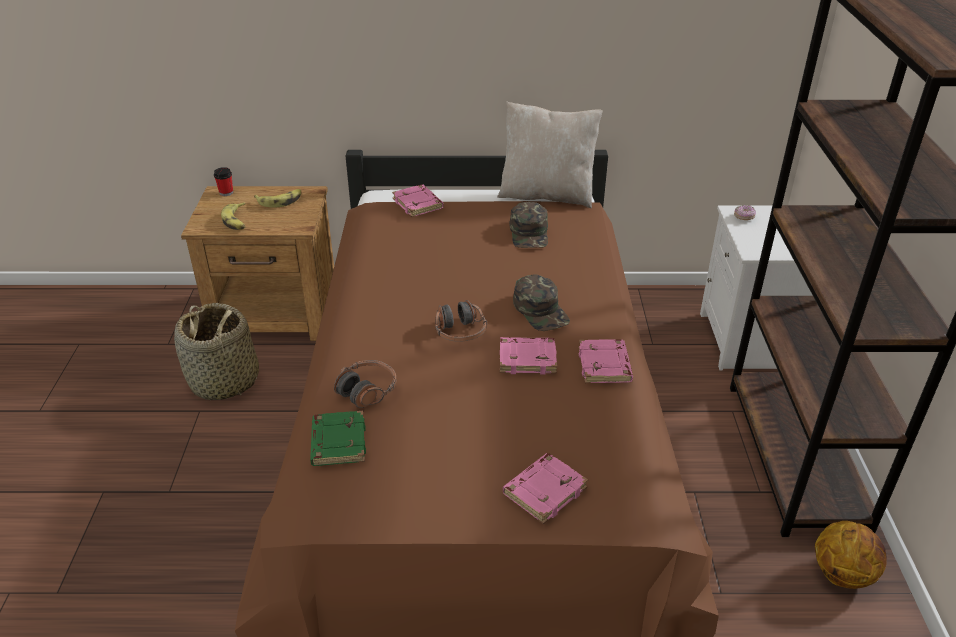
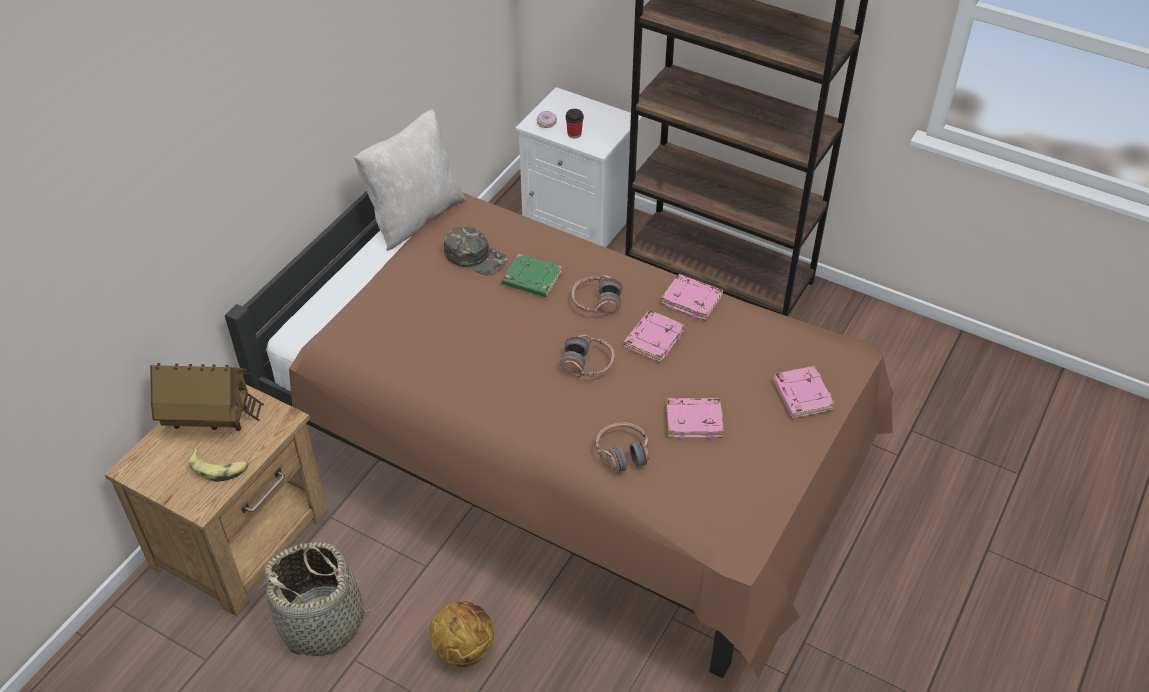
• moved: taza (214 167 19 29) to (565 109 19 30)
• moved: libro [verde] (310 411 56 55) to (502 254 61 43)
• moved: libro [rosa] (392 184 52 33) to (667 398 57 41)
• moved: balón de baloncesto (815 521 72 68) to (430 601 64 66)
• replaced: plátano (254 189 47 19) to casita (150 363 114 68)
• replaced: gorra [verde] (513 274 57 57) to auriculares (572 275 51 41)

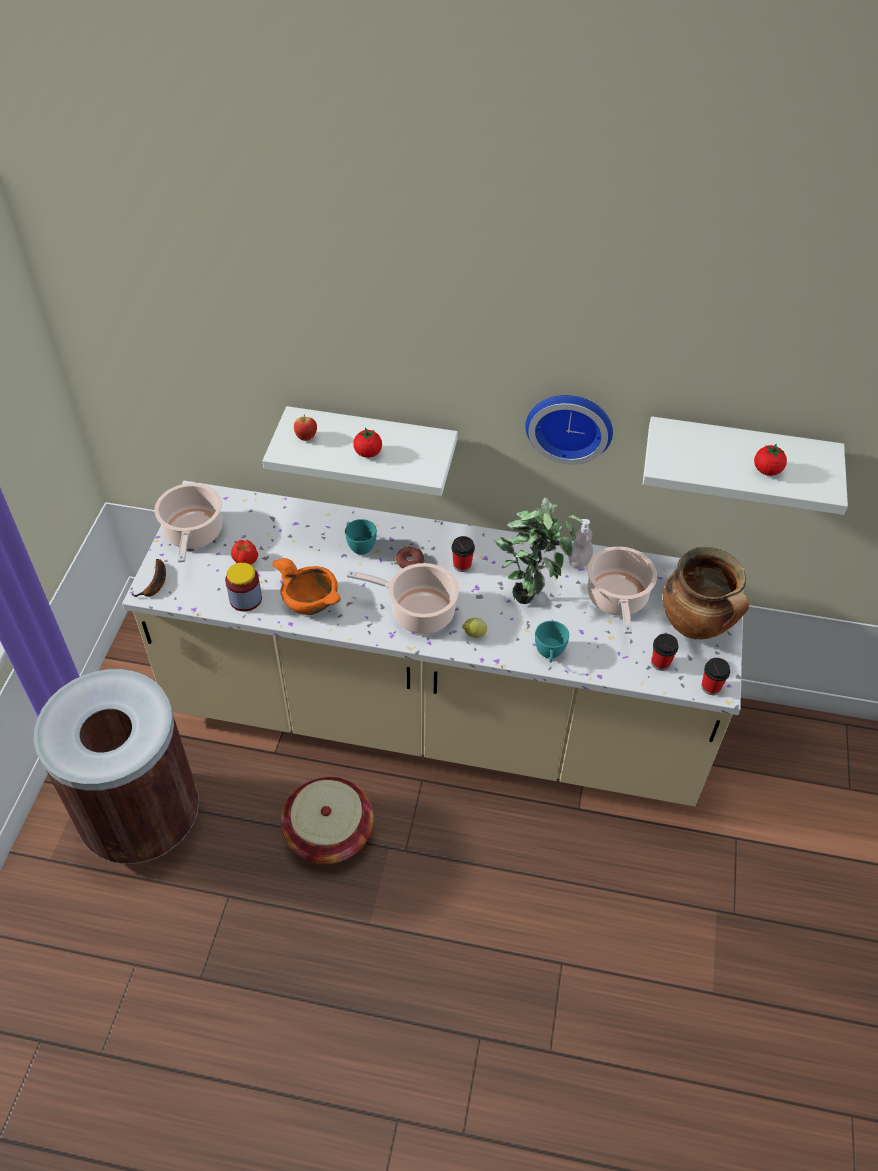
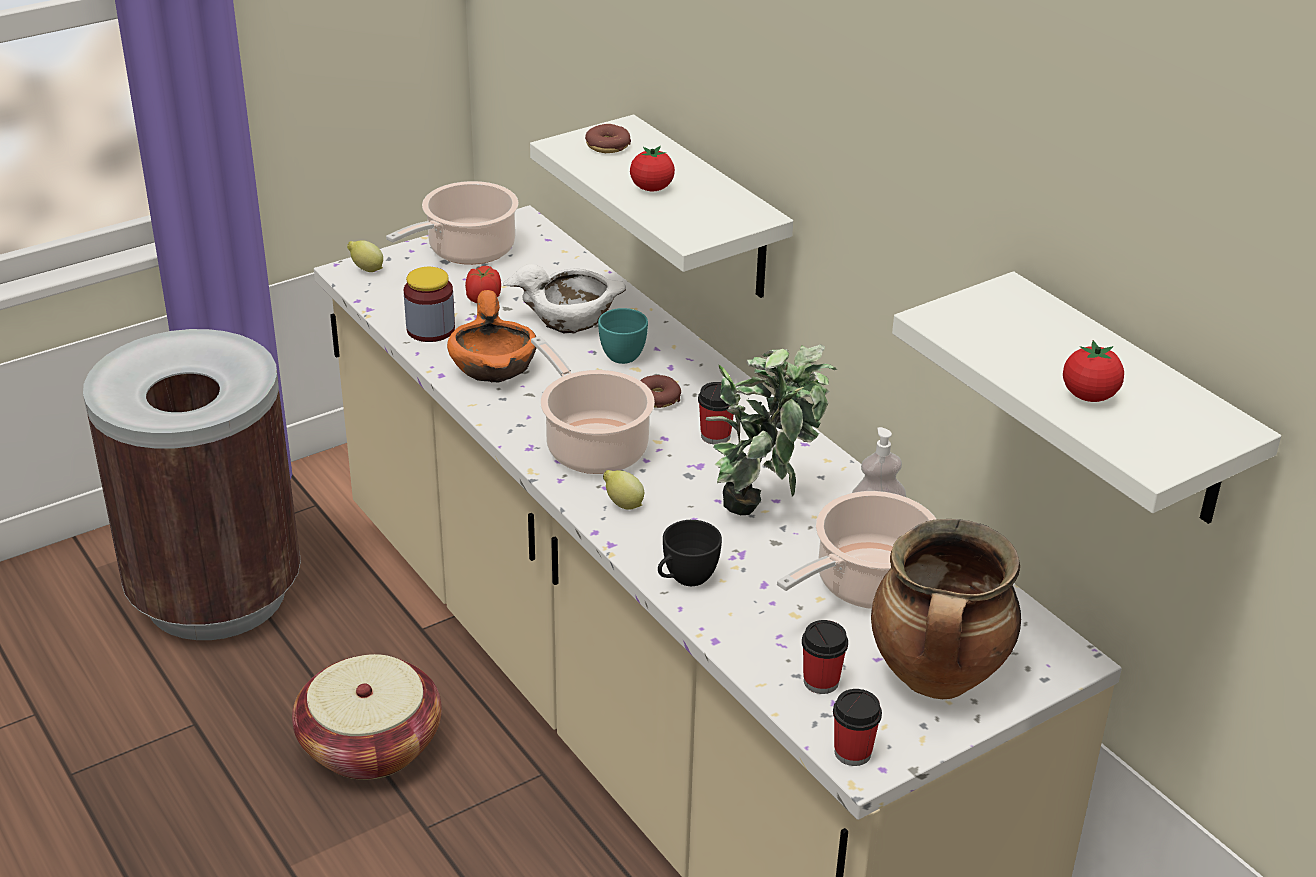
• removed: reloj de pared (525 395 88 70)
• added: cuenco [blanco] (503 264 123 69)
• replaced: plátano (131 559 35 38) to limón (347 240 36 32)
• replaced: manzana (294 415 23 26) to rosquilla (585 124 46 29)
• recoloured: taza [turquesa] (535 621 34 41) to taza [negro] (658 520 64 66)

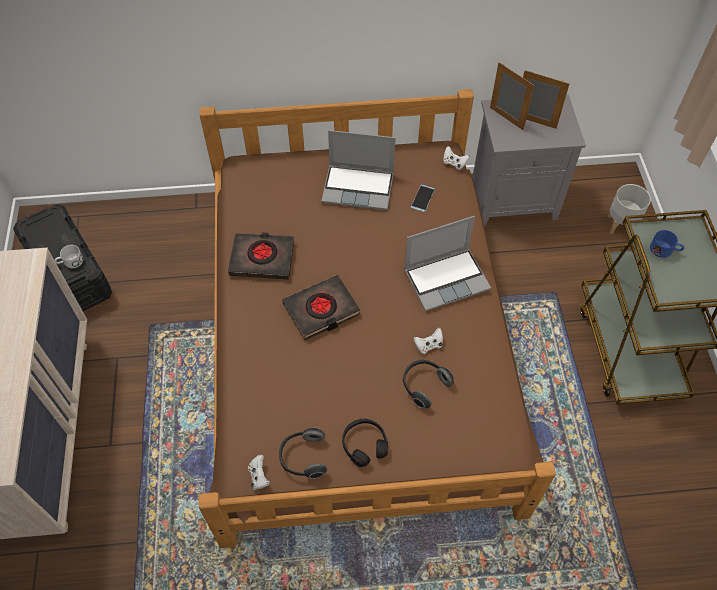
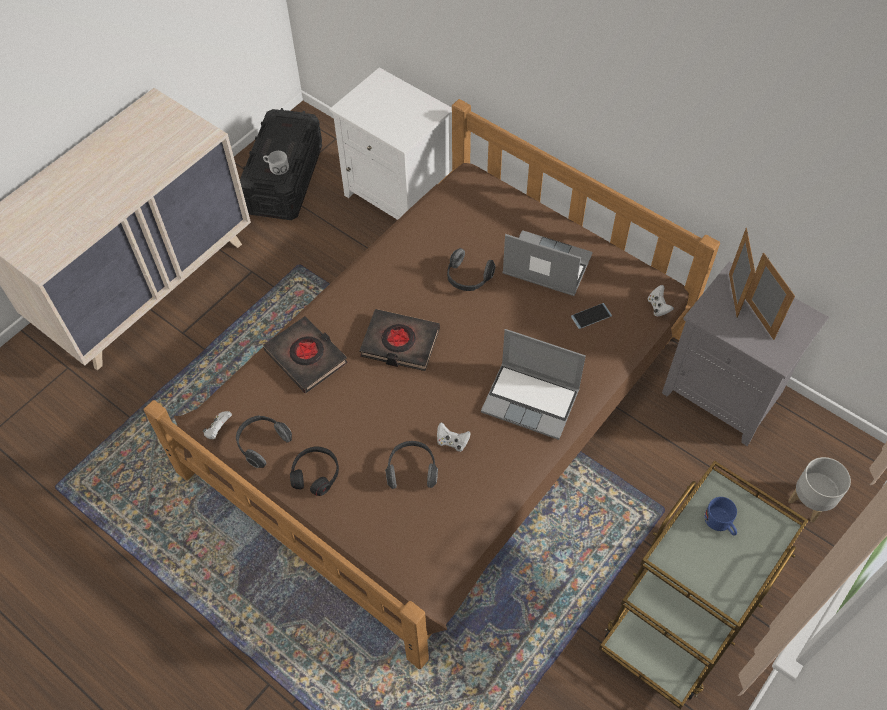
• added: mesita de noche [blanco] (329 67 123 153)
• added: auriculares (447 248 49 43)
• moved: libro [negro] (228 232 66 47) to (263 316 85 77)
• turned: portátil (321 130 75 80) = (502 230 91 66) 150 degrees clockwise

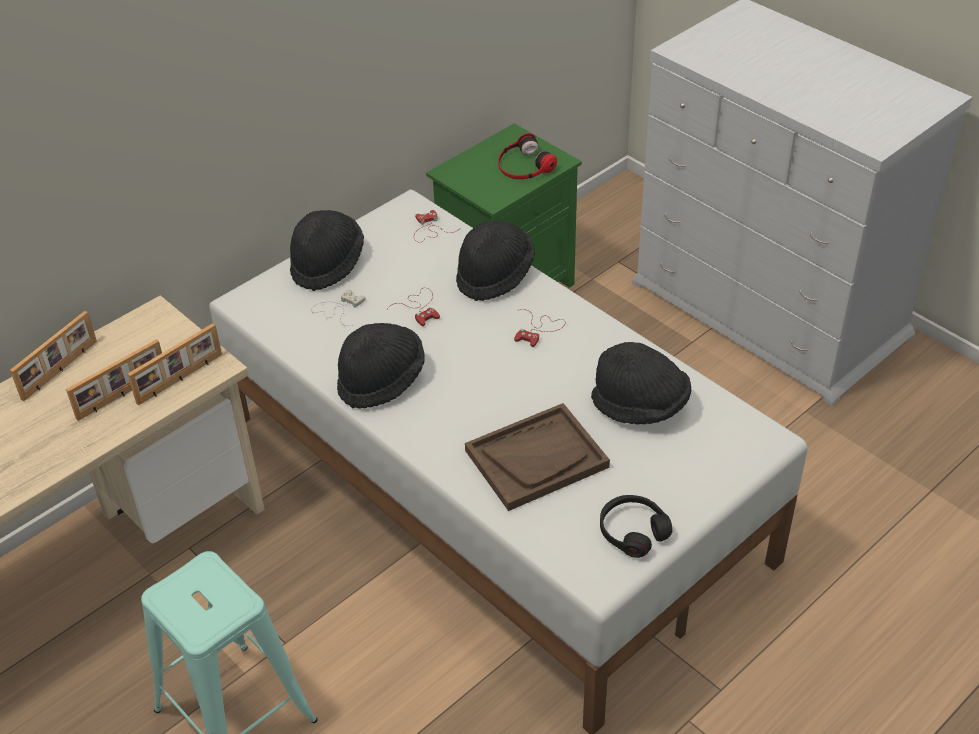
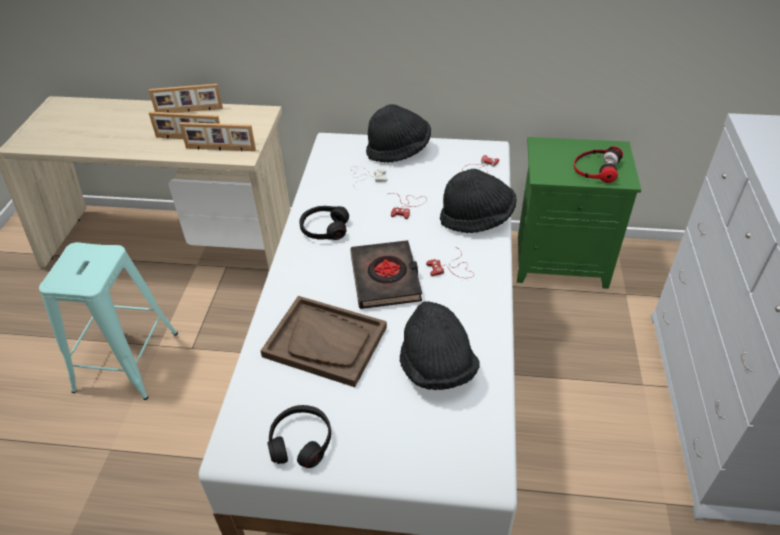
• added: libro [negro] (350 240 72 69)
• replaced: sombrero [negro] (337 323 88 86) to auriculares [negro] (299 206 50 34)

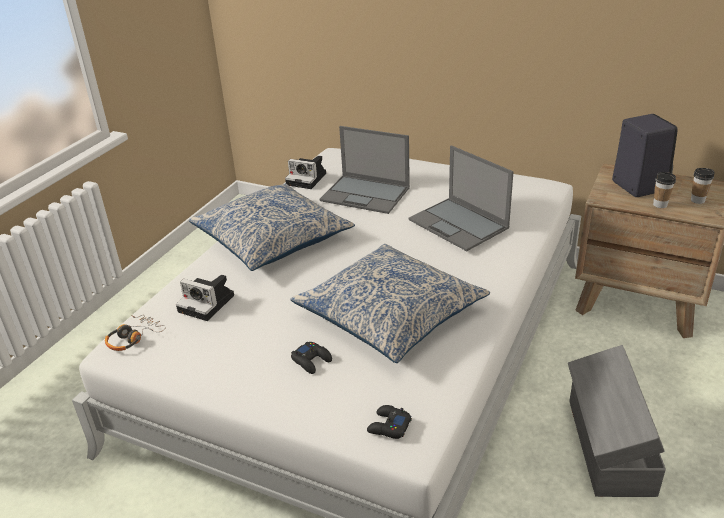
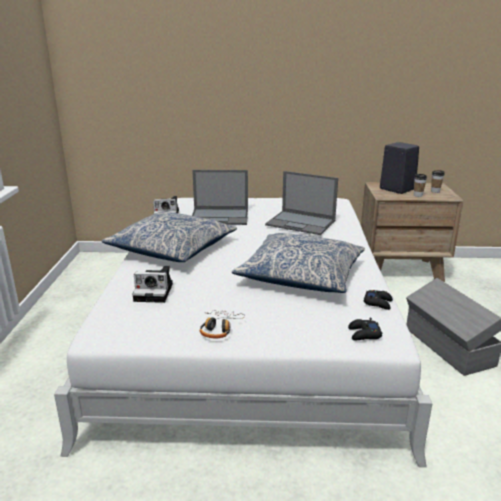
• moved: auriculares (105 315 61 36) to (200 310 45 28)
• moved: mando de consola [negro] (291 341 41 33) to (363 290 30 20)

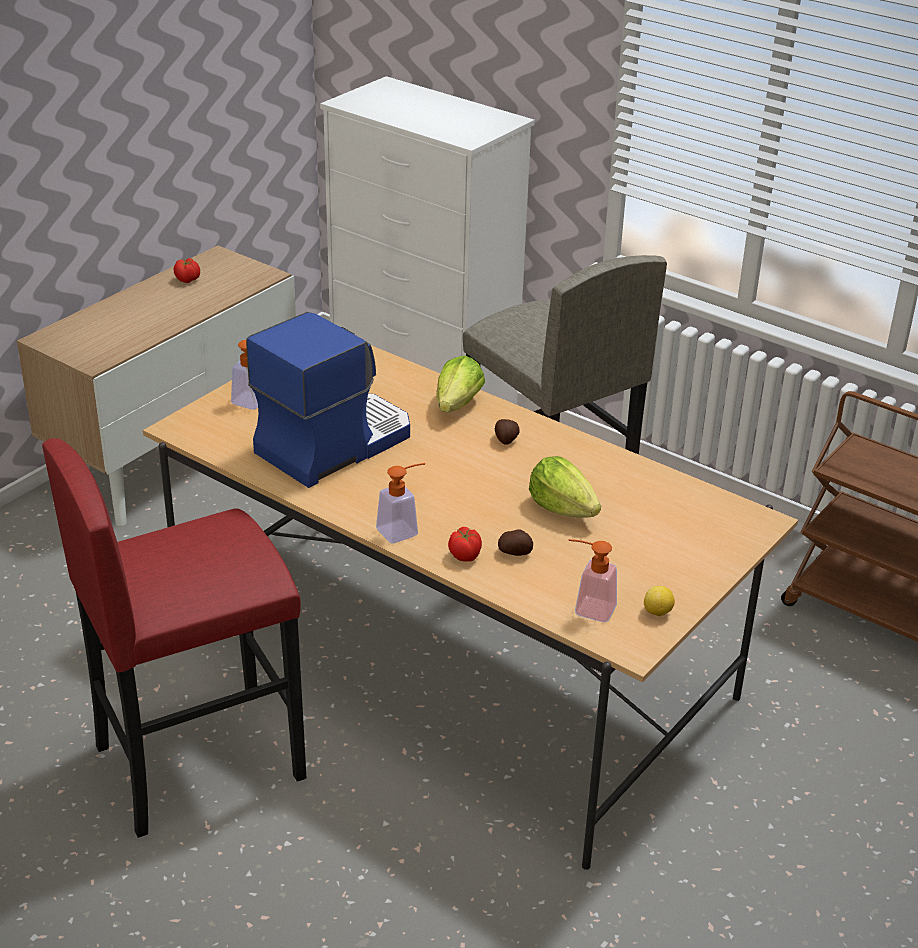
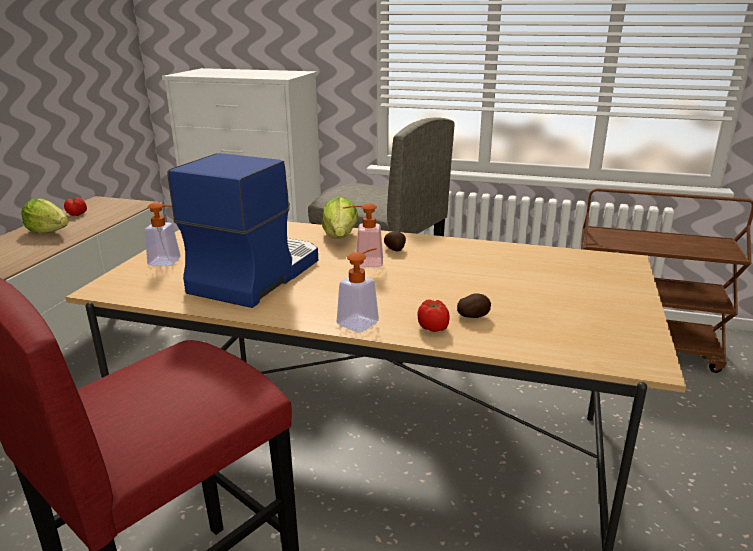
• removed: limón (644 586 31 30)
• moved: lechuga (529 456 72 62) to (21 198 47 36)
• moved: dispensador de jabón (568 539 49 83) to (343 203 40 64)

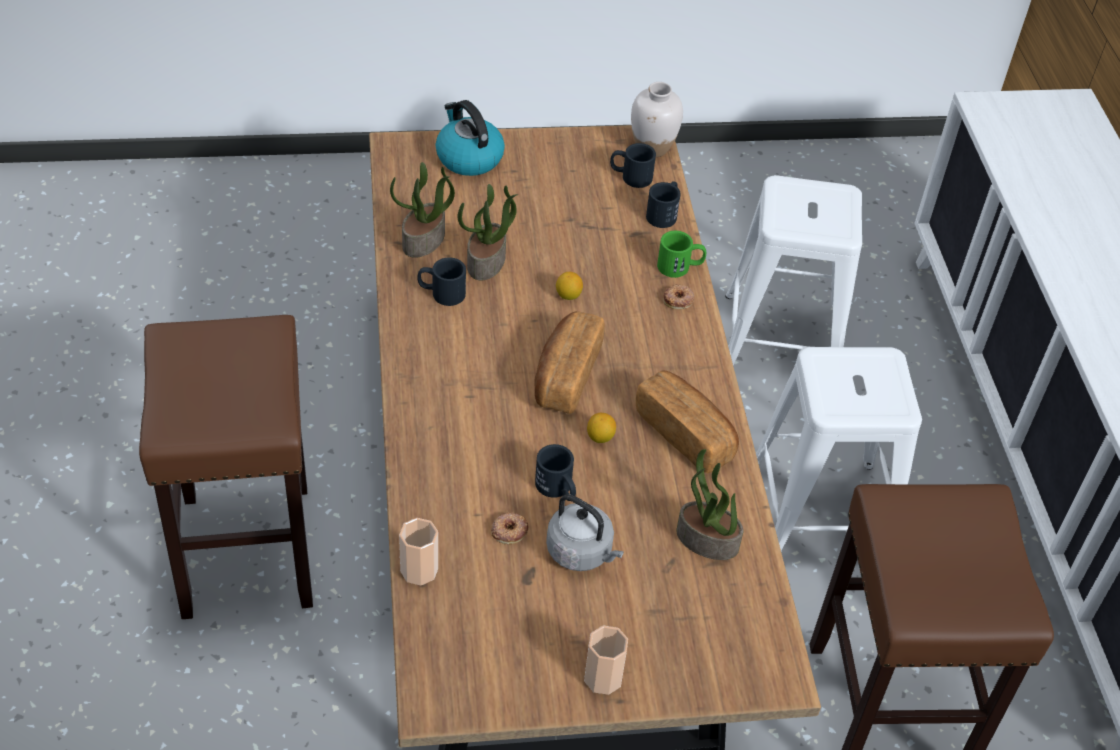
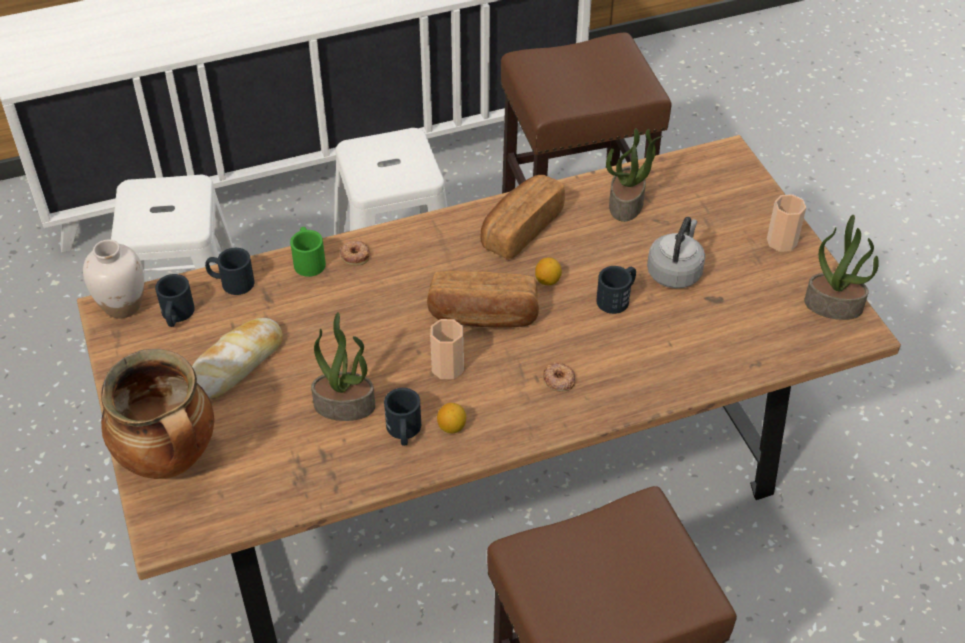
• added: pan (192 318 91 81)
• moved: planta en maceta (390 162 65 96) to (804 215 75 105)
• moved: taza (399 518 39 67) to (430 319 34 60)
• moved: rosquilla (491 512 37 32) to (543 362 32 30)
• moved: limón (556 272 27 28) to (437 403 29 30)
• replaced: hervidor (435 100 70 76) to olla (101 349 113 130)

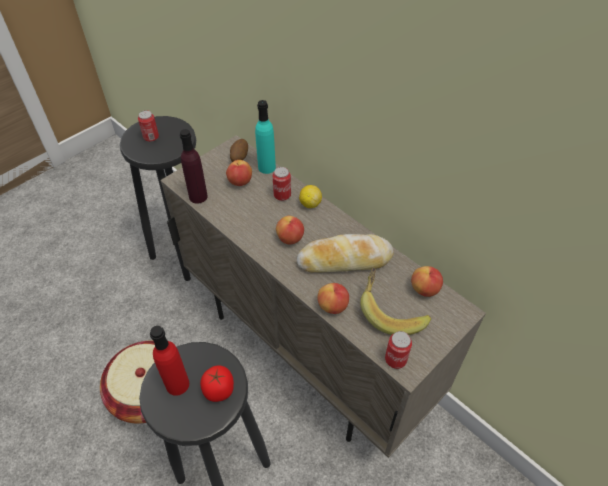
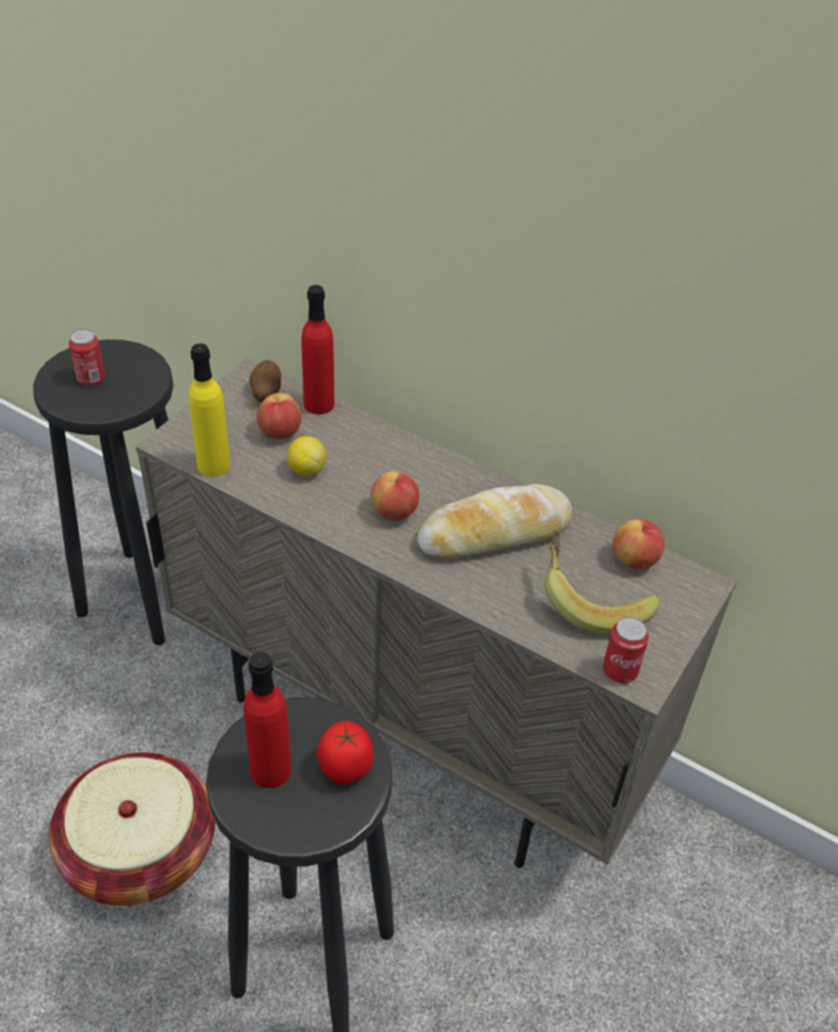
• removed: lata (272 167 19 34)
• removed: manzana (317 283 32 31)
• moved: limón (299 185 23 23) to (287 436 40 41)
• recoloured: botella [morado] (180 129 28 75) to botella [amarillo] (189 343 41 134)
• recoloured: botella [turquesa] (255 100 21 74) to botella [rojo] (301 285 33 129)

